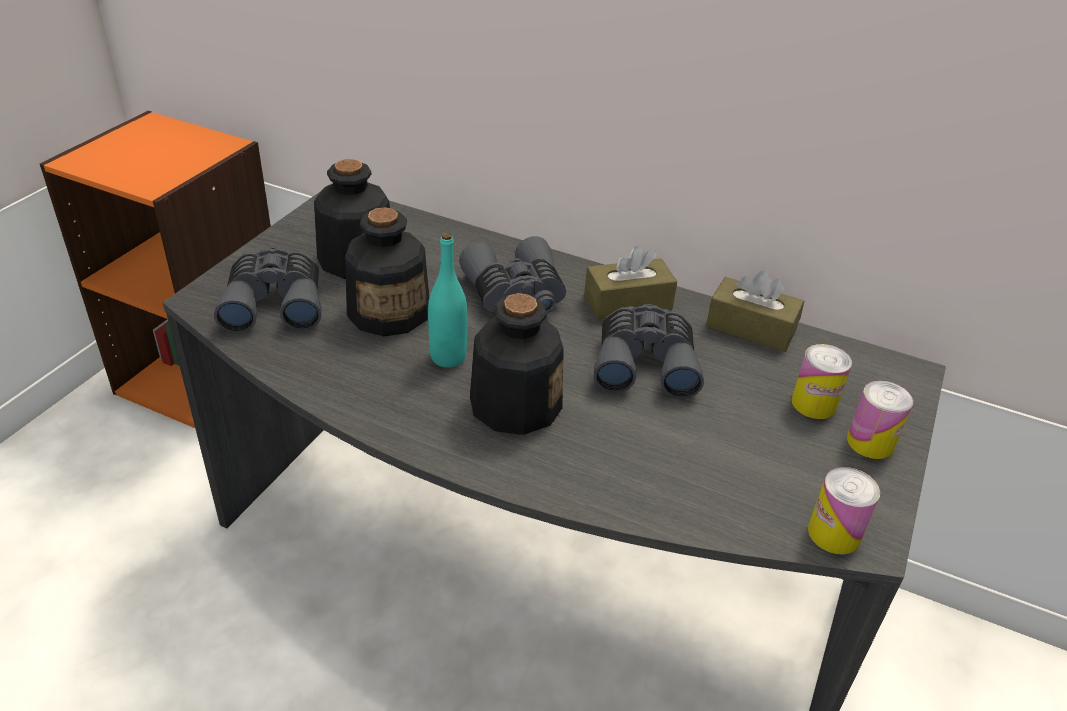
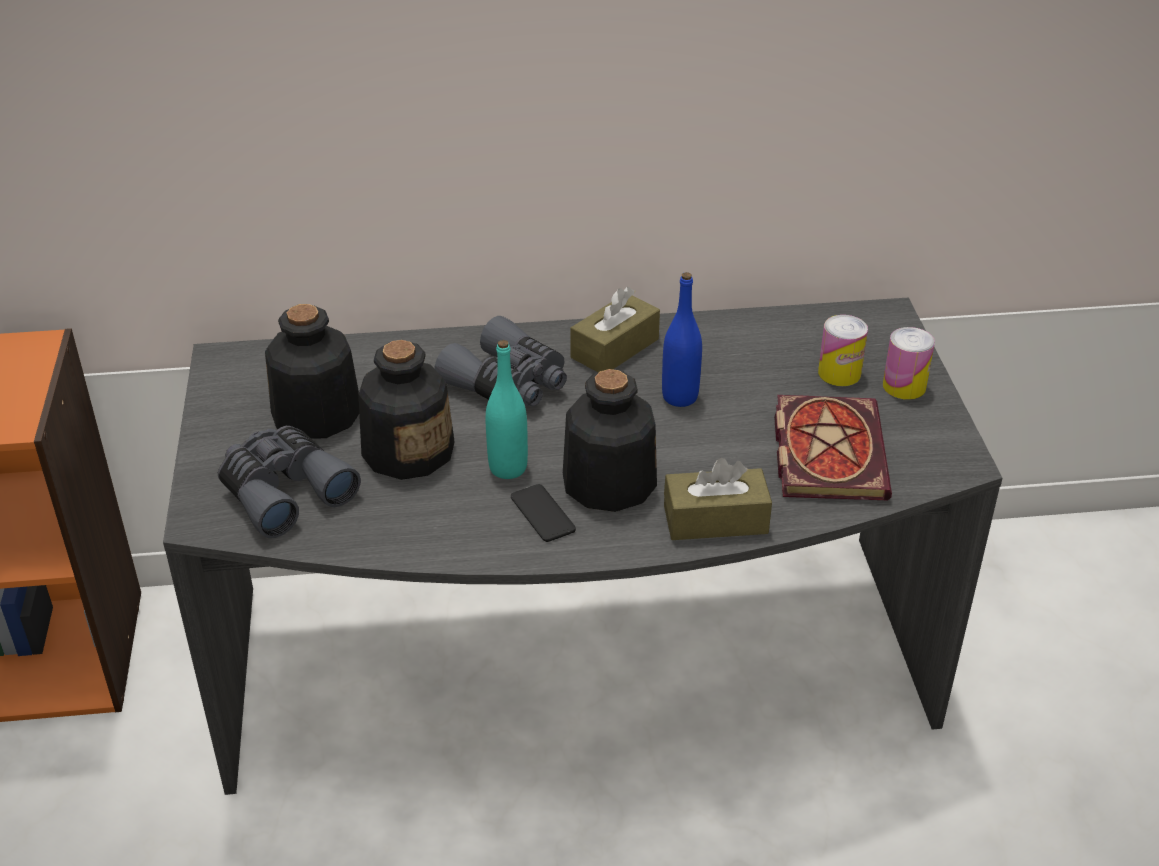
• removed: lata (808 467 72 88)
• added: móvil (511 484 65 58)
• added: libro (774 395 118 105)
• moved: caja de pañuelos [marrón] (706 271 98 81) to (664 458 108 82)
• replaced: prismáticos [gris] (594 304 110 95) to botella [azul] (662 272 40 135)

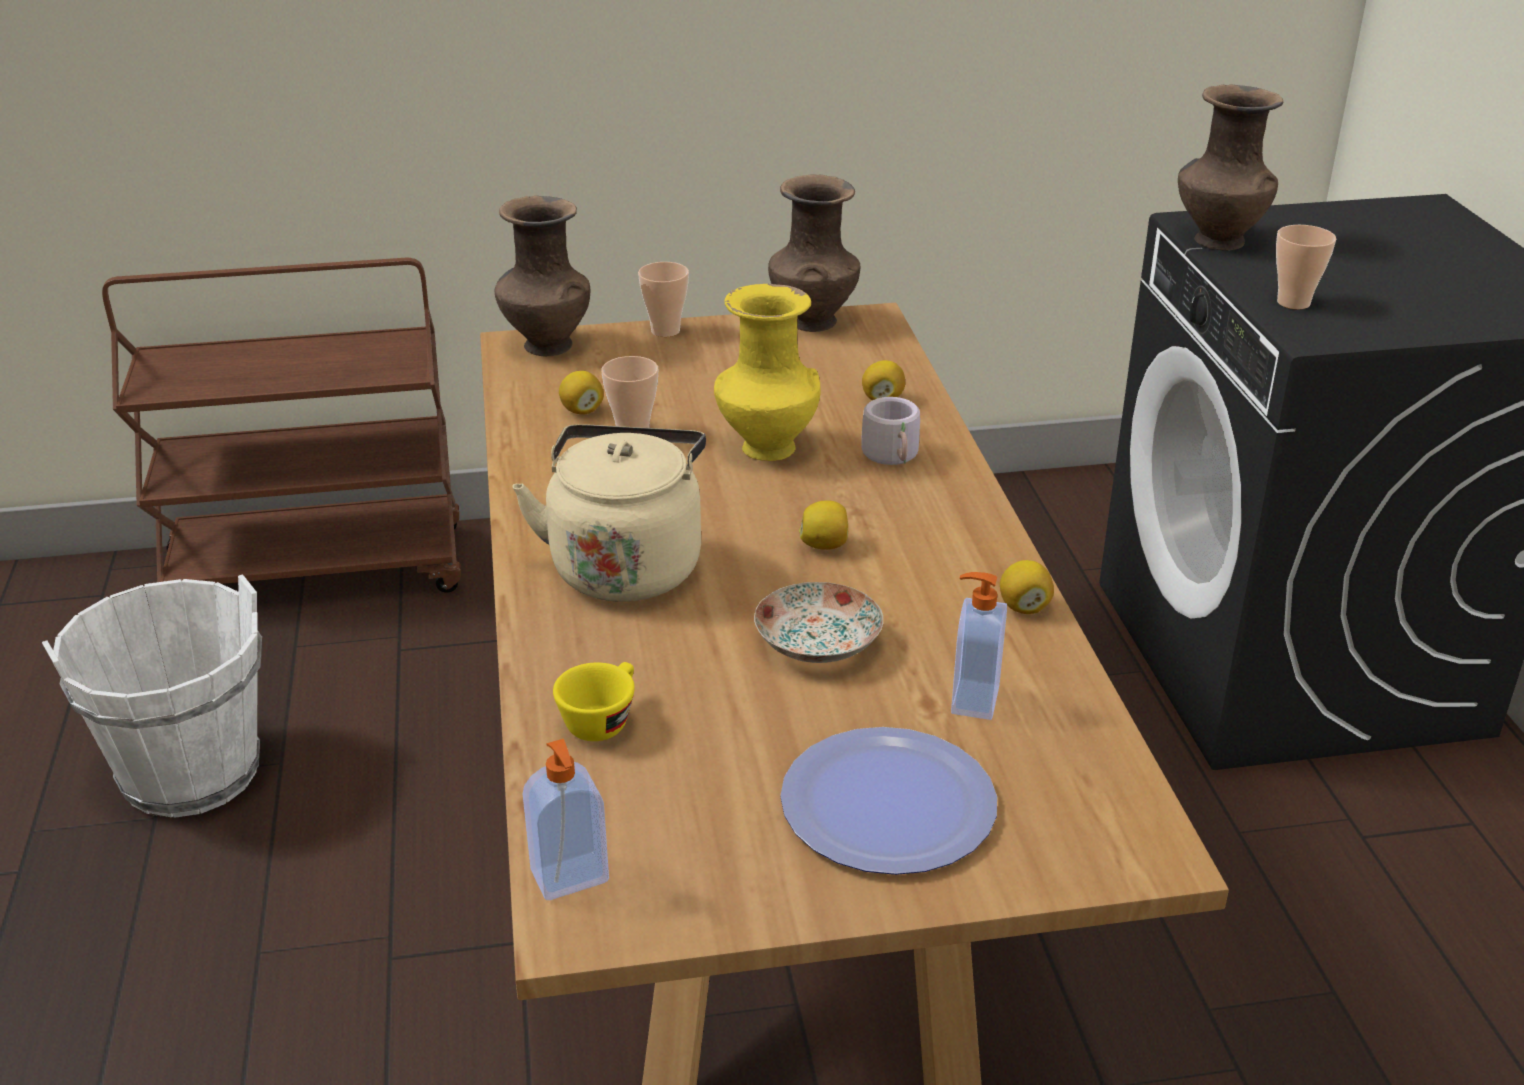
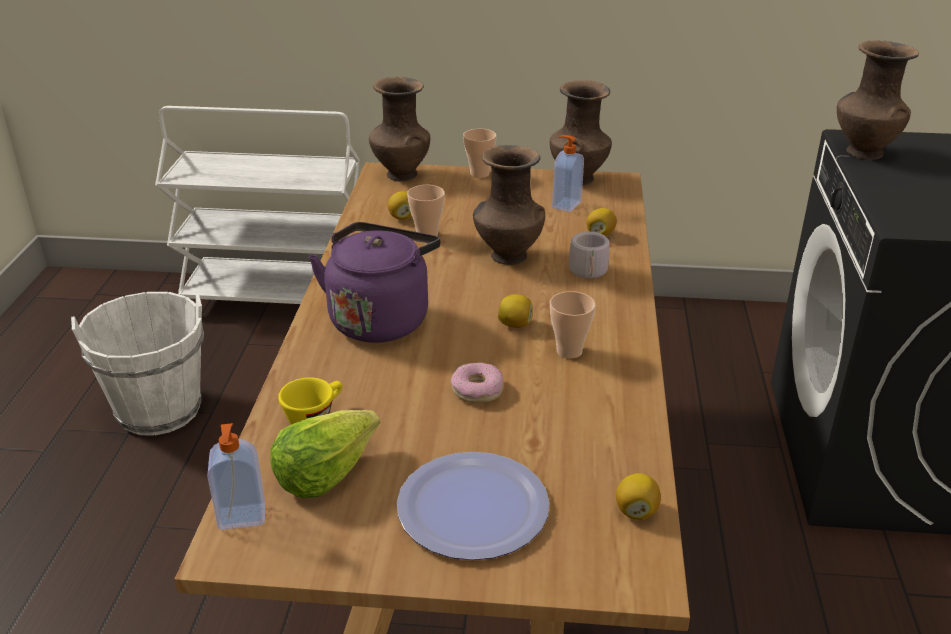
• added: lechuga (271 410 109 88)
• moved: dispensador de jabón (951 572 56 148) to (552 135 32 77)
• moved: limón (1000 560 54 54) to (616 473 45 47)
• moved: taza (1276 225 61 84) to (550 291 45 68)
• replaced: plato (754 582 129 81) to rosquilla (451 363 53 40)
• recoloured: carrito [marrón] (102 258 359 335) to carrito [blanco] (155 106 205 198)
• recoloured: hervidor [beis] (512 424 194 178) to hervidor [morado] (309 222 131 120)
• recoloured: florero [amarillo] (714 284 107 177) to florero [marrón] (473 145 72 120)

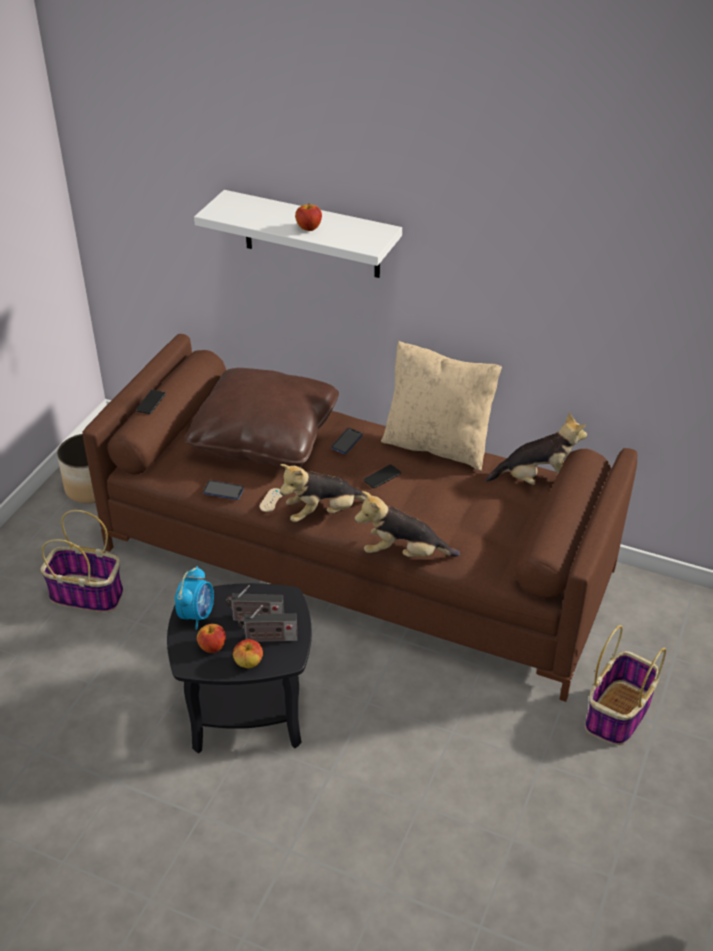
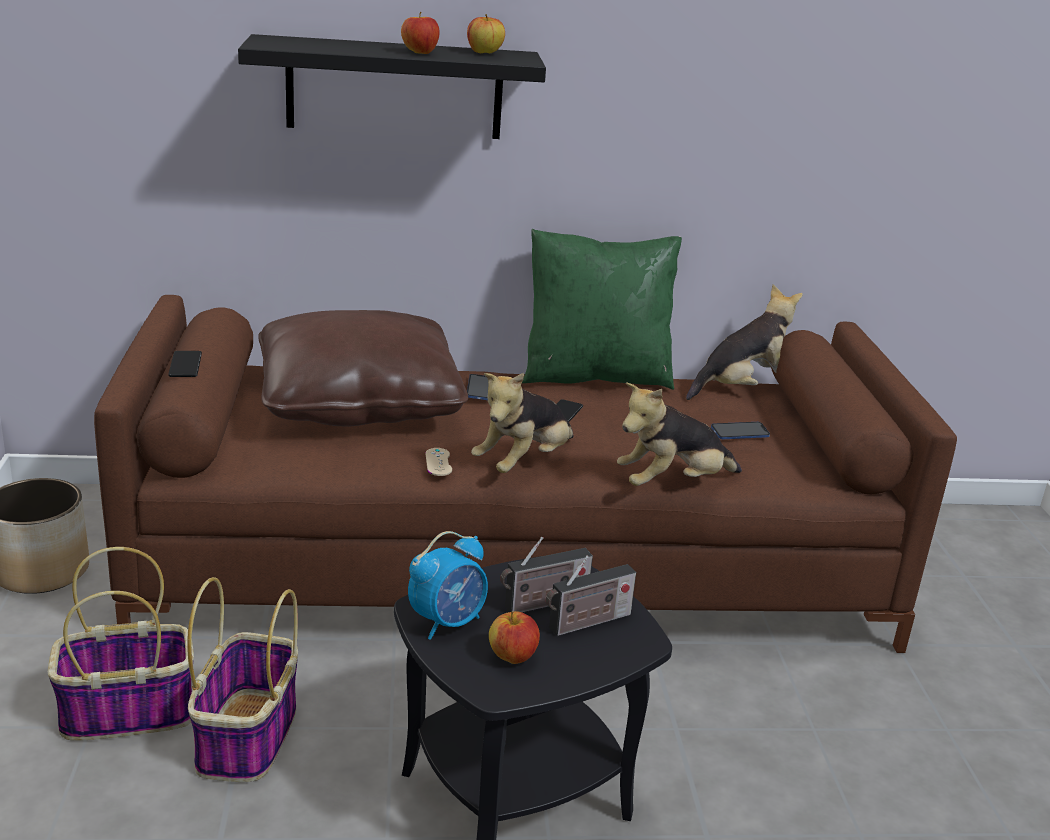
• moved: móvil (203 480 41 20) to (711 422 59 17)
• moved: manzana (233 639 30 30) to (467 14 38 39)
• moved: cesta (585 625 81 120) to (187 577 111 205)
• recoloured: estante [blanco] (194 190 208 88) to estante [negro] (238 34 308 105)
• recoloured: cojín [beis] (381 341 121 130) to cojín [verde] (522 229 160 161)
• turned: despertador (175 566 39 64) = (408 531 80 109) 60 degrees clockwise

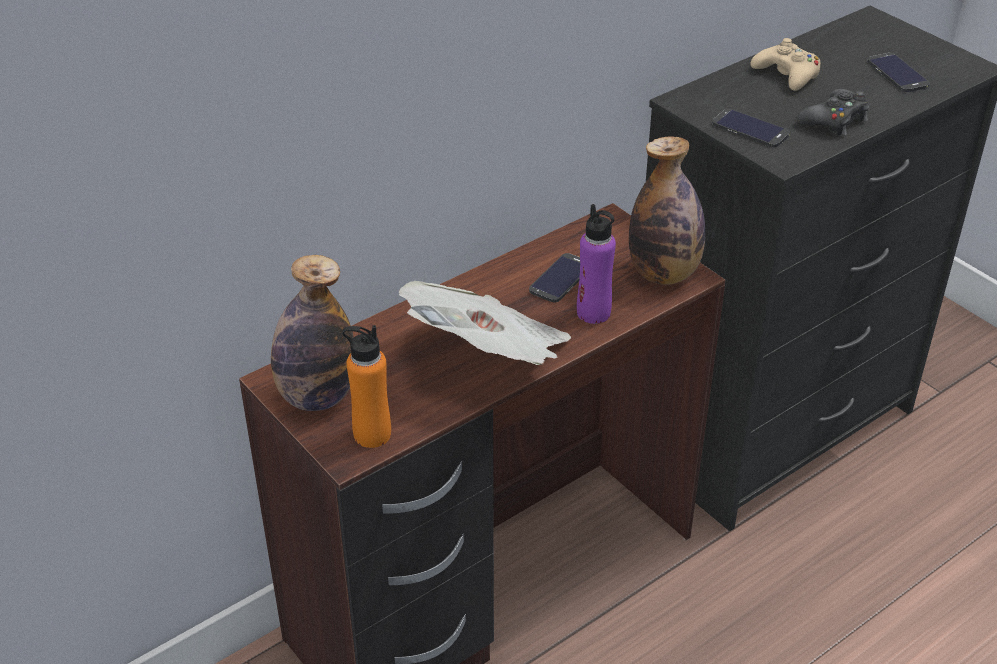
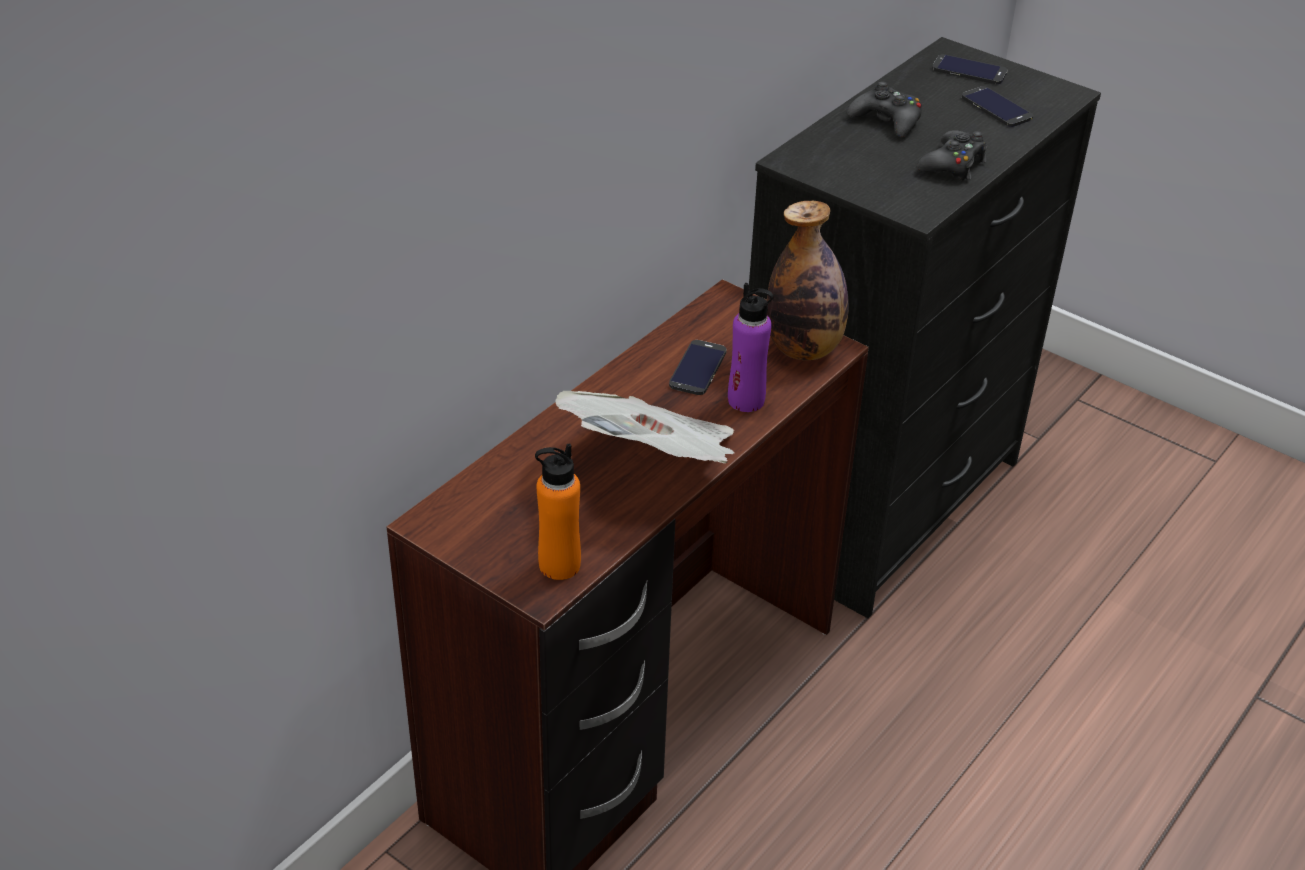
• removed: botella (271 255 83 156)
• moved: móvil (712 109 78 38) to (932 54 75 30)
• recoloured: mando de consola [beis] (750 38 71 53) to mando de consola [negro] (847 81 75 56)

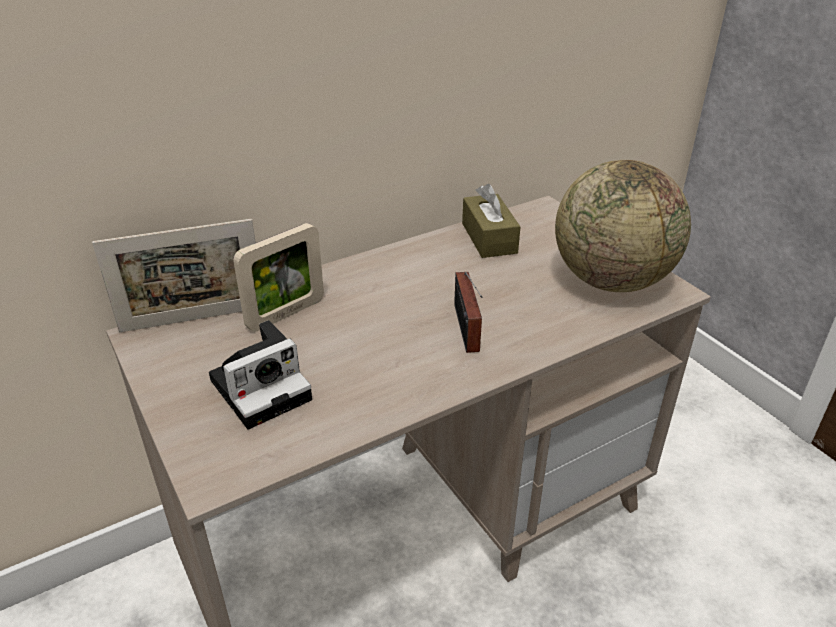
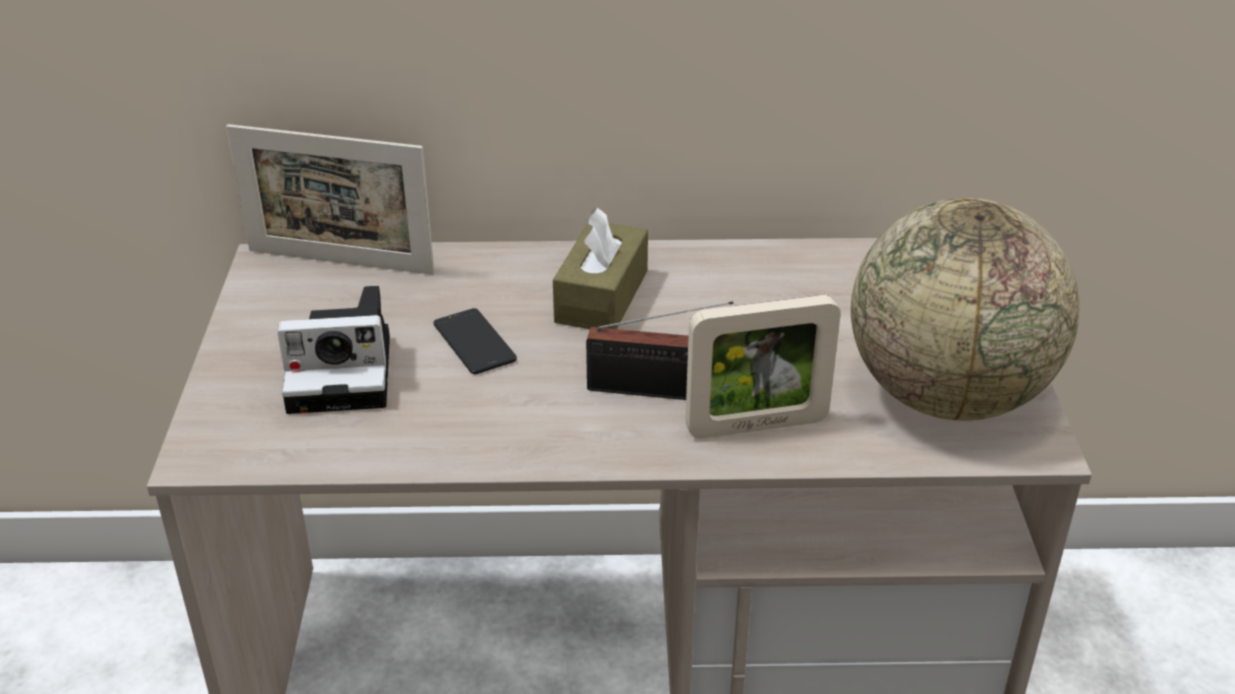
• added: móvil (433 308 84 66)
• moved: portarretratos (233 223 91 109) to (685 295 156 143)
• moved: caja de pañuelos [marrón] (462 184 58 74) to (553 207 95 122)
• turned: radio (454 272 28 81) = (586 301 147 99) 105 degrees counterclockwise

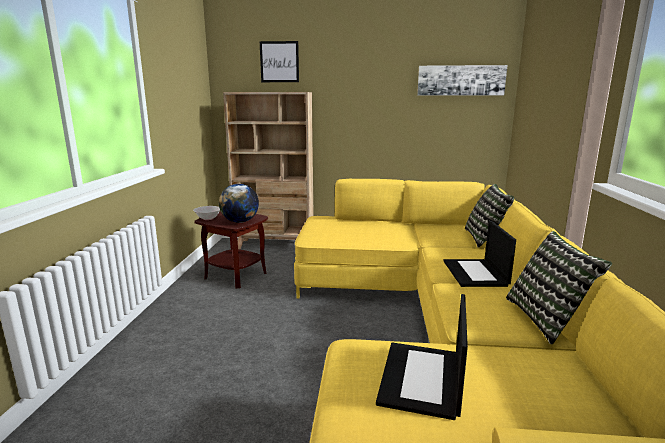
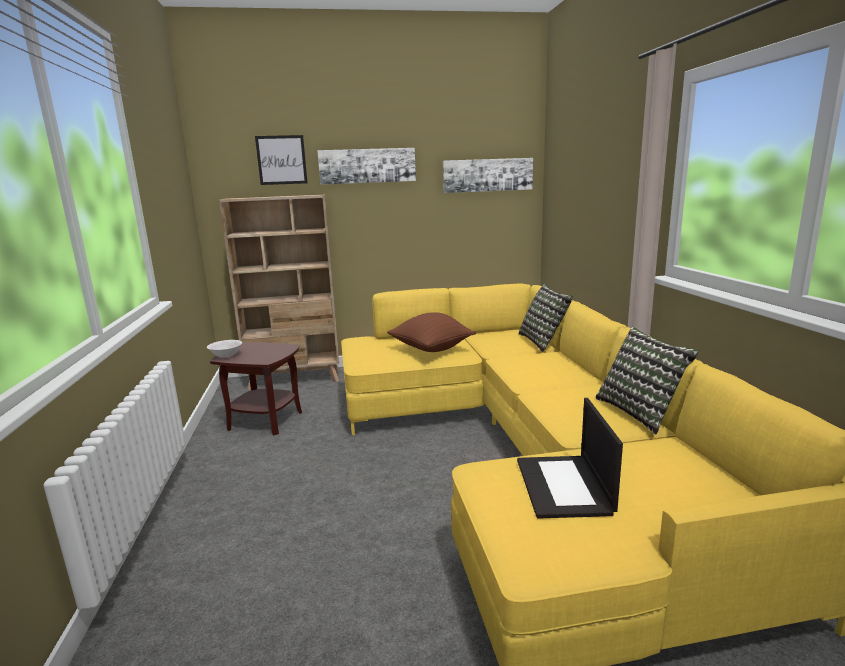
• removed: globo terráqueo (219 184 40 39)
• removed: portátil (443 220 73 67)
• added: cuadro (317 148 99 37)
• added: cojín [marrón] (387 312 89 40)

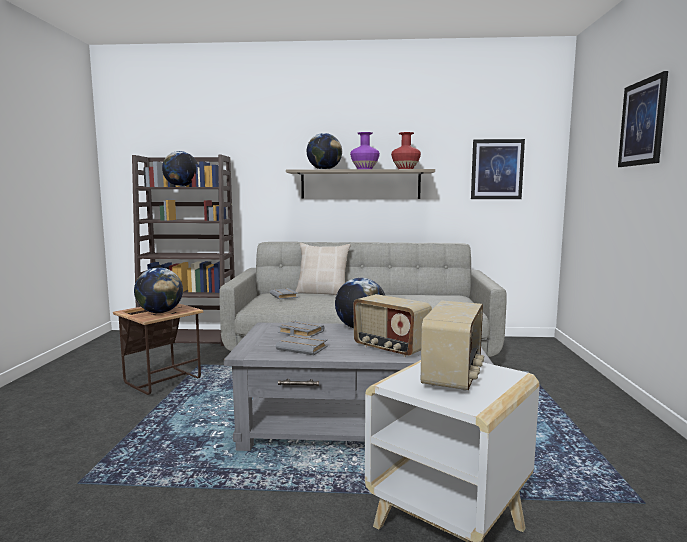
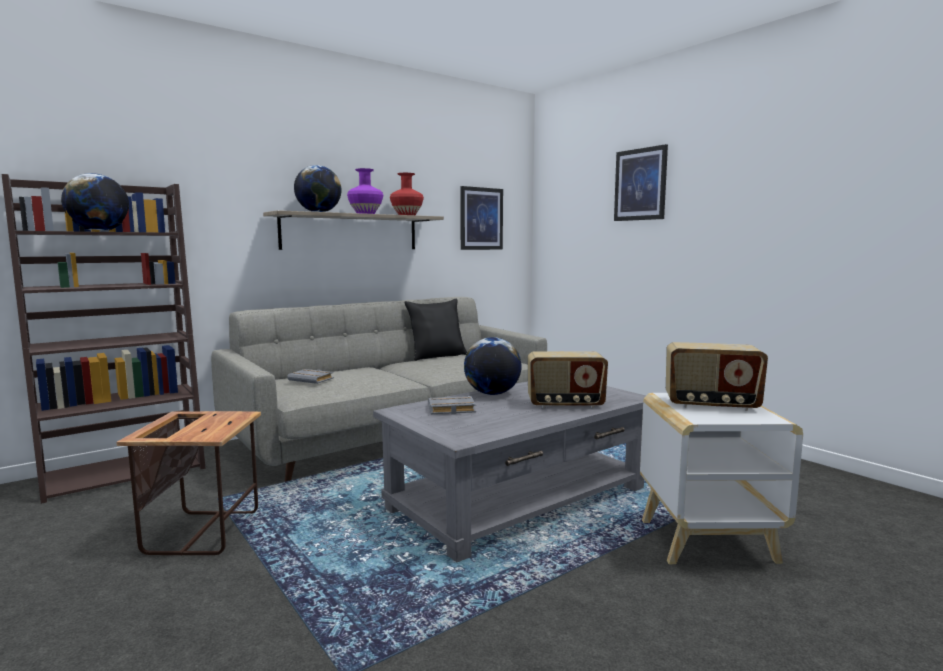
• removed: globo terráqueo (134 267 49 46)
• removed: libro [gris] (276 335 52 20)
• removed: cojín [beis] (295 243 56 52)
• added: cojín [negro] (404 298 63 63)
• turned: radio (421 300 63 91) = (666 342 102 69) 120 degrees clockwise

